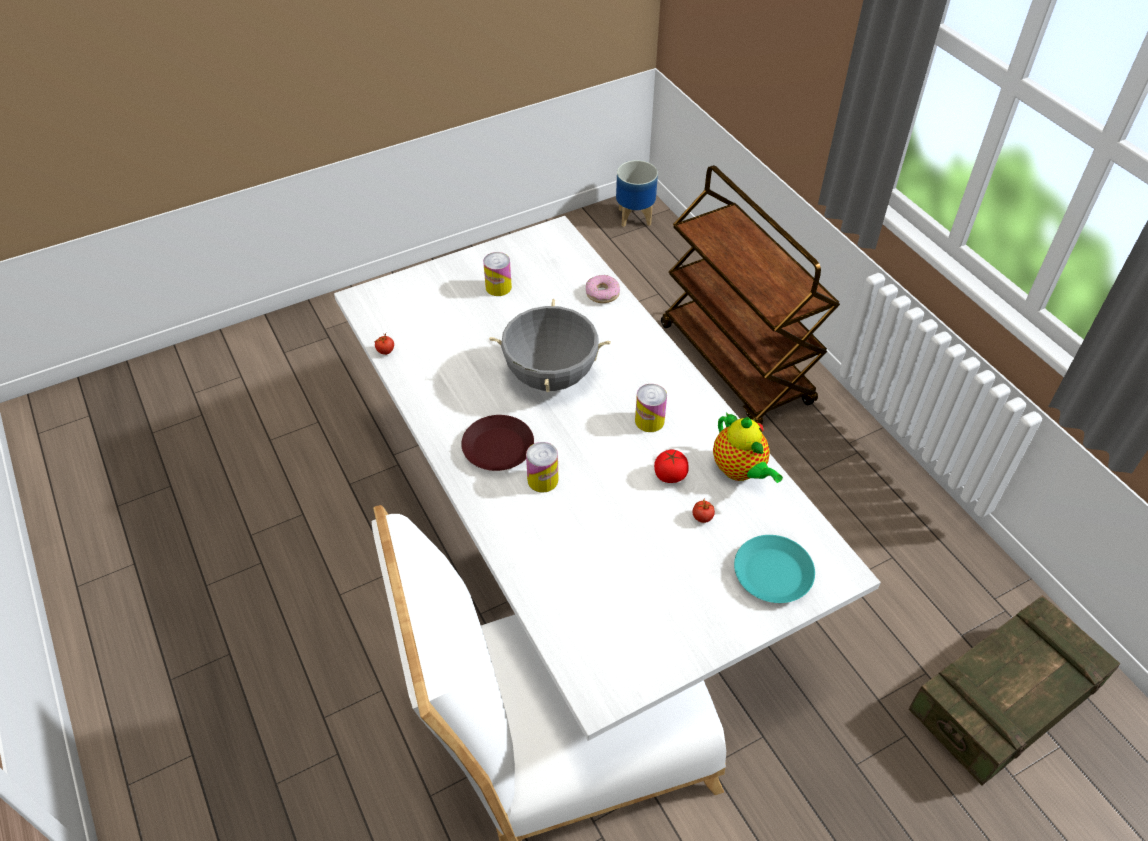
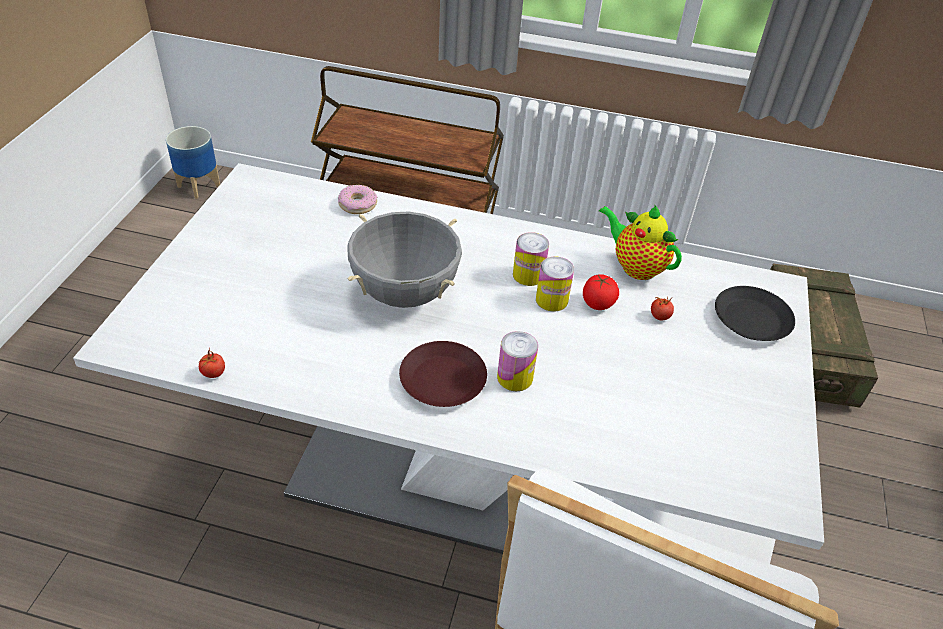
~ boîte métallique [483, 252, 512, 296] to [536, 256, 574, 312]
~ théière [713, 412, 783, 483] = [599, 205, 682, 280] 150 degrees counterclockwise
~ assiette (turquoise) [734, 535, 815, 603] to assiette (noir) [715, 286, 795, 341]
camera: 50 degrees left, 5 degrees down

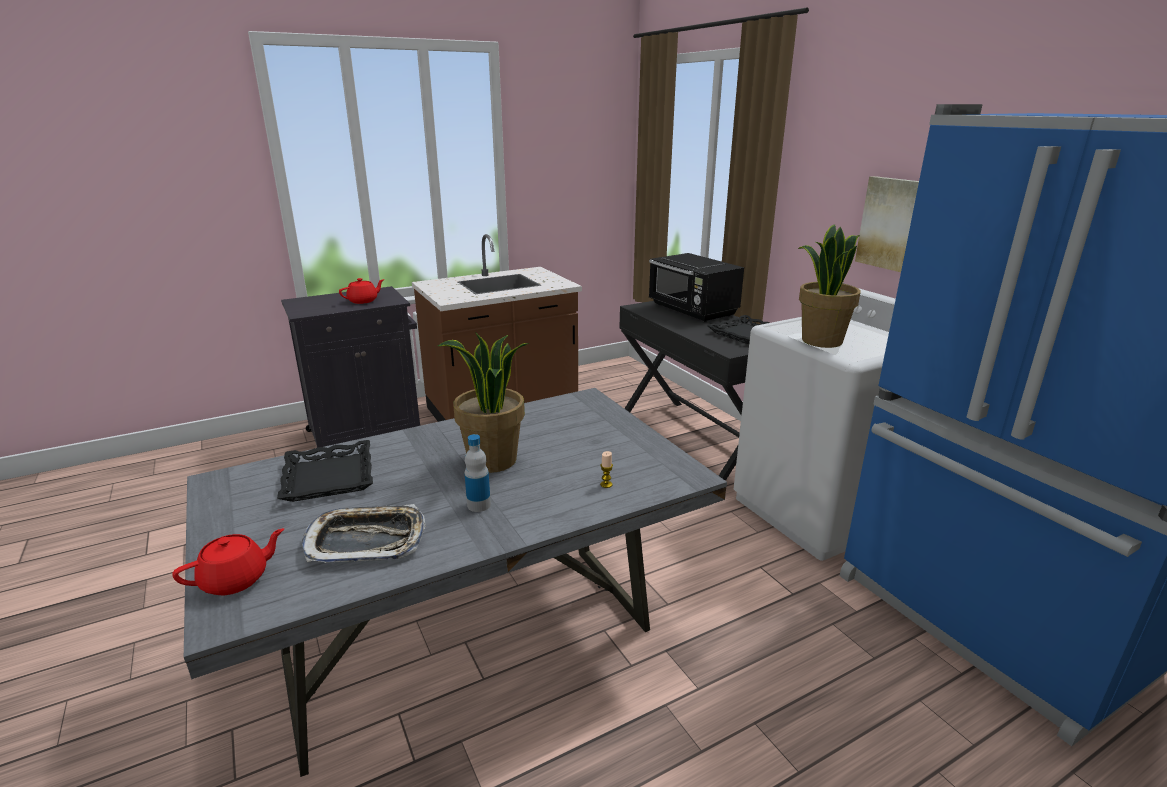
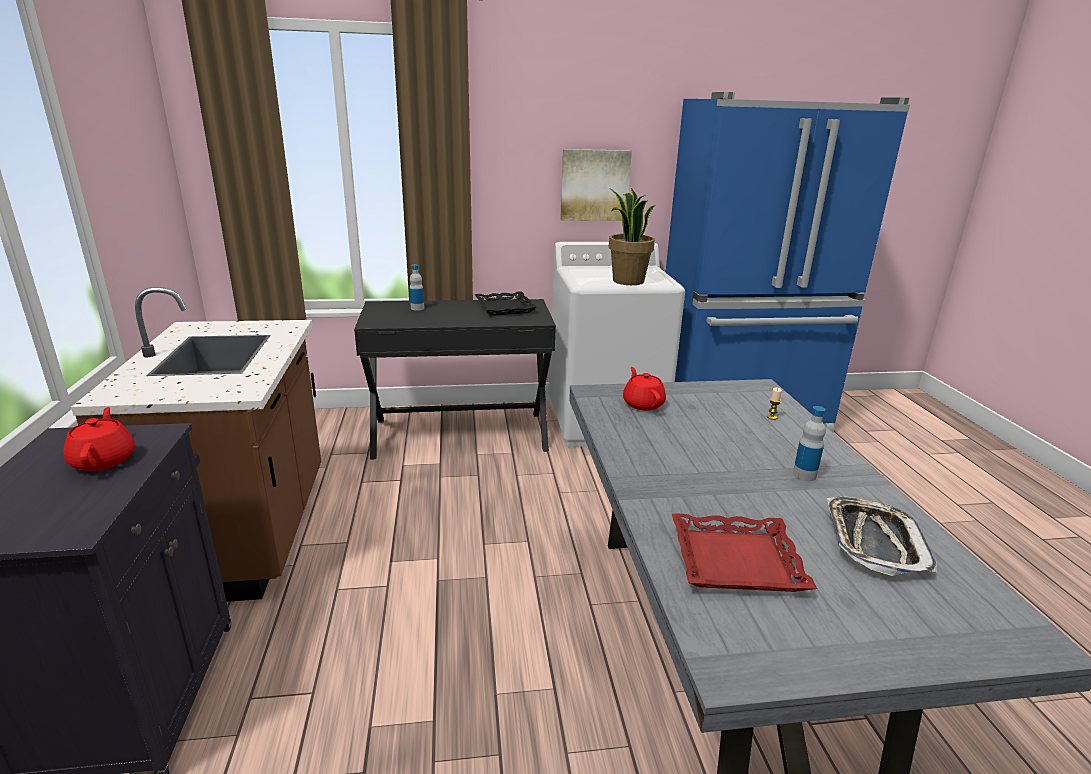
~ théière (rouge) [172, 528, 284, 595] to [623, 367, 666, 411]
~ plateau (noir) [277, 440, 373, 502] to plateau (rouge) [672, 513, 817, 592]
- plante en pot [438, 332, 530, 473]
~ micro-ondes (noir) [649, 253, 744, 322] to bouteille [410, 265, 424, 311]
camera: 70 degrees left, 0 degrees up

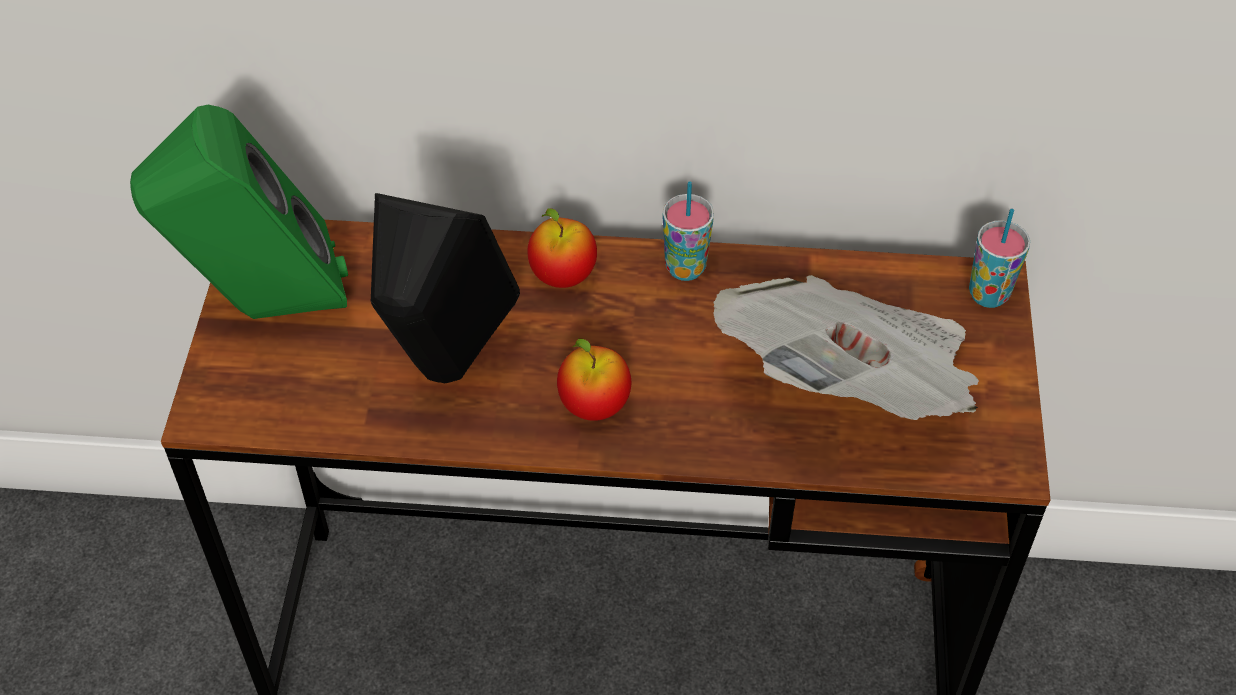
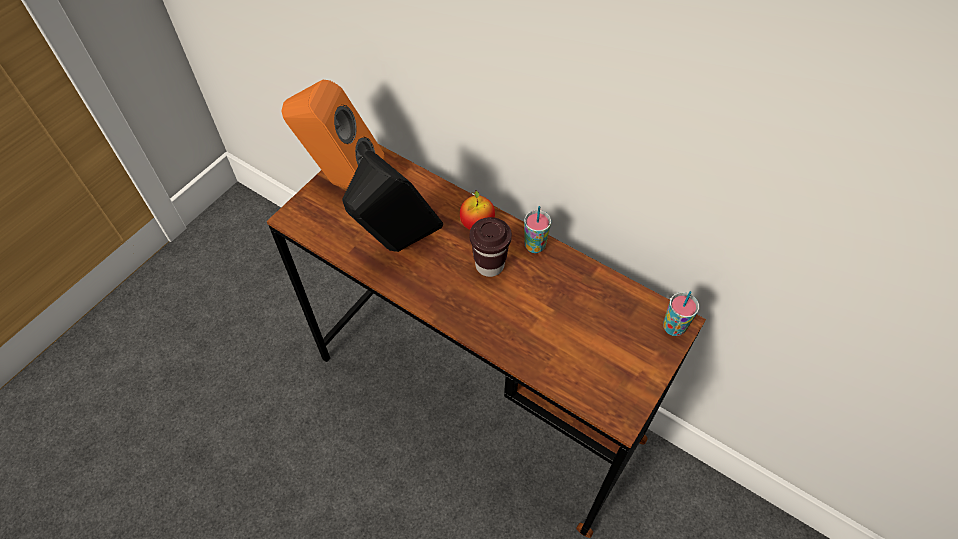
~ enceinte (vert) [130, 105, 348, 319] to enceinte (orange) [282, 80, 385, 189]
- pomme [557, 339, 631, 421]
- journal [713, 275, 979, 420]
+ tasse (marron) [470, 217, 512, 277]
camera: 30 degrees right, 5 degrees up

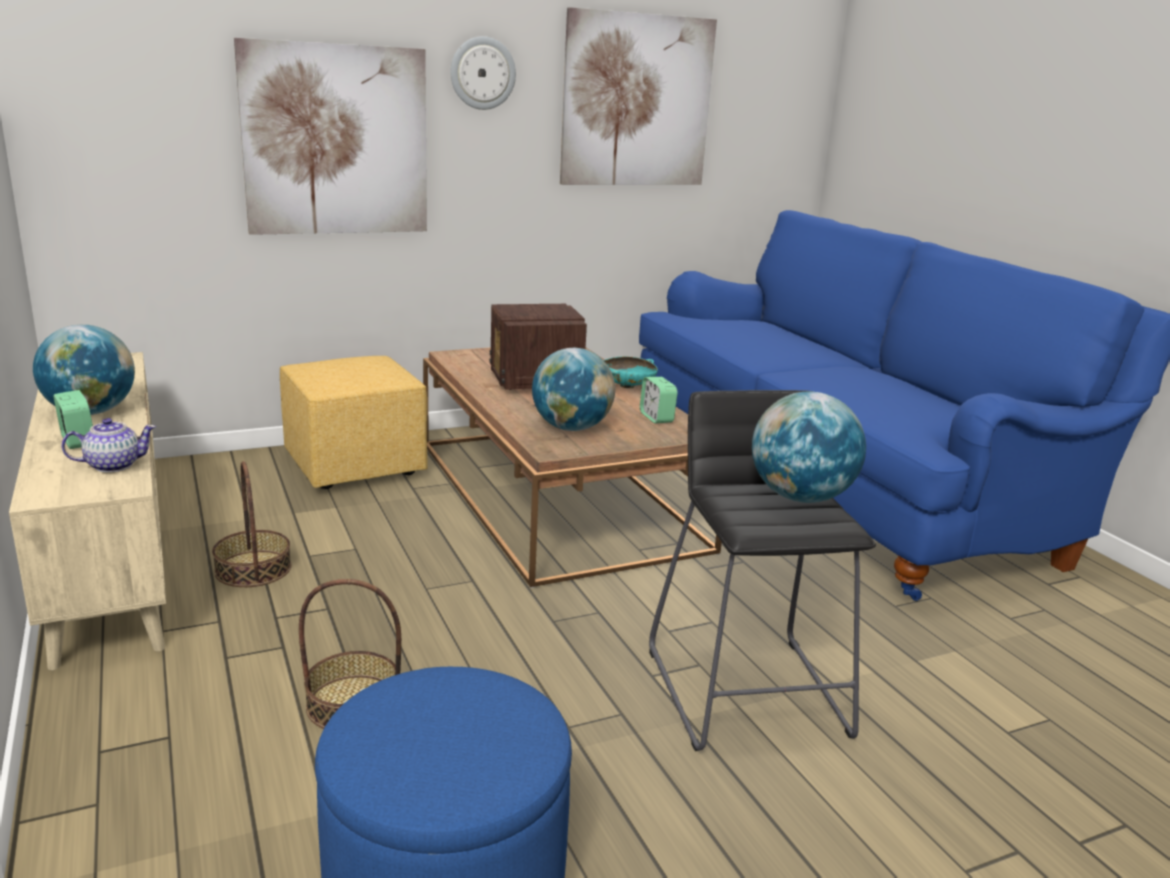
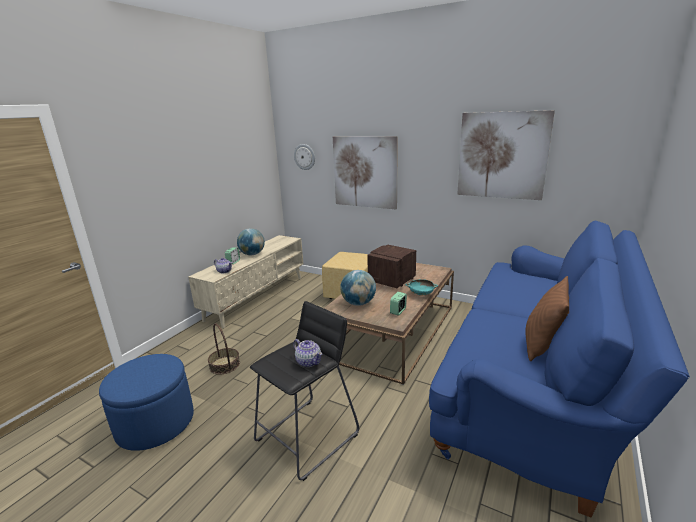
- panier [212, 461, 291, 587]
~ horloge murale [450, 36, 516, 110] to [294, 144, 315, 170]
~ globe [752, 391, 866, 503] to théière [293, 339, 322, 367]
+ coussin (marron) [526, 276, 569, 361]
camera: 55 degrees right, 0 degrees up

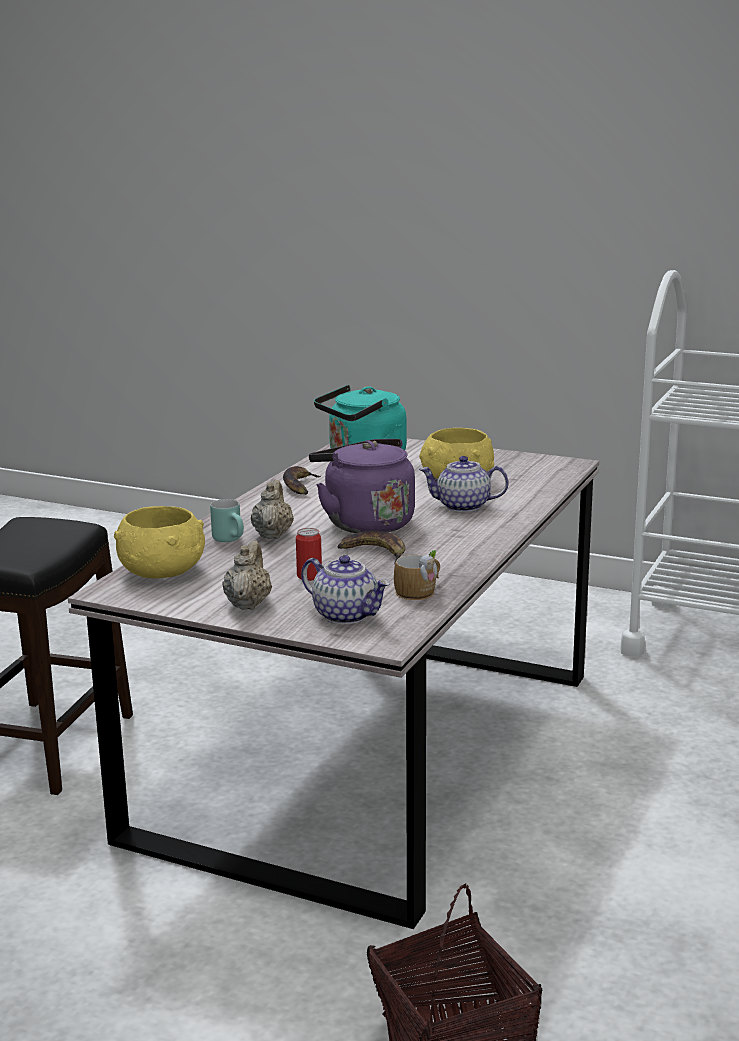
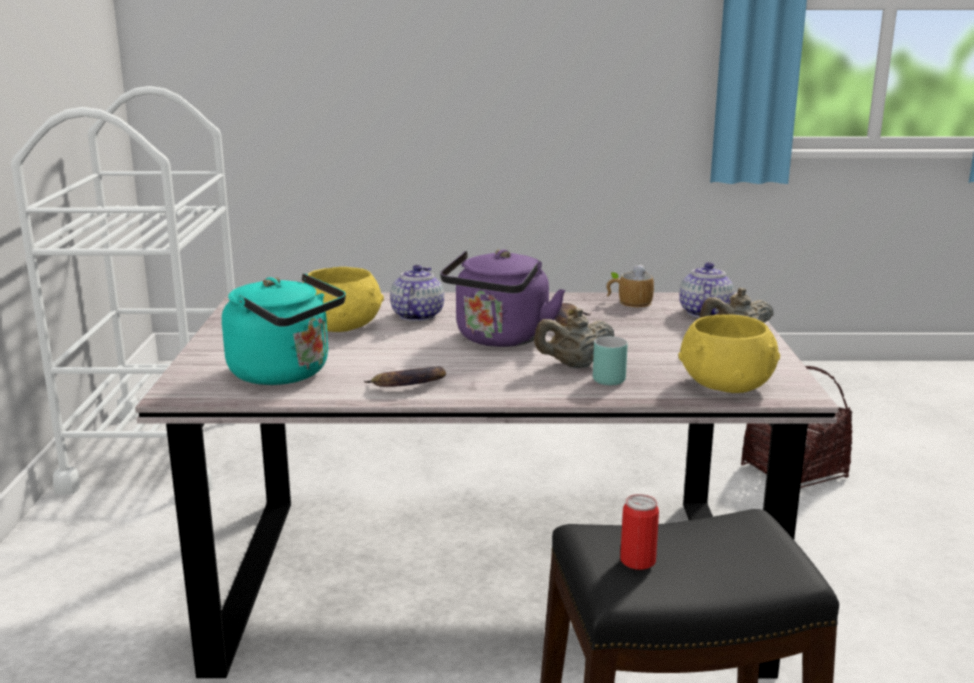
~ boîte métallique [296, 528, 322, 581] to [620, 494, 659, 570]
~ théière [419, 456, 509, 512] = [390, 265, 444, 322] 150 degrees counterclockwise
camera: 115 degrees left, 0 degrees up

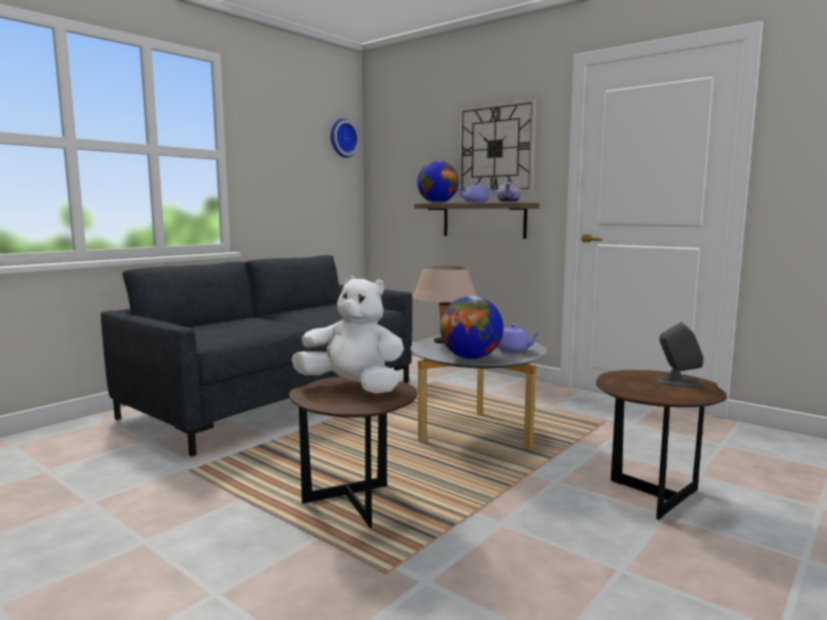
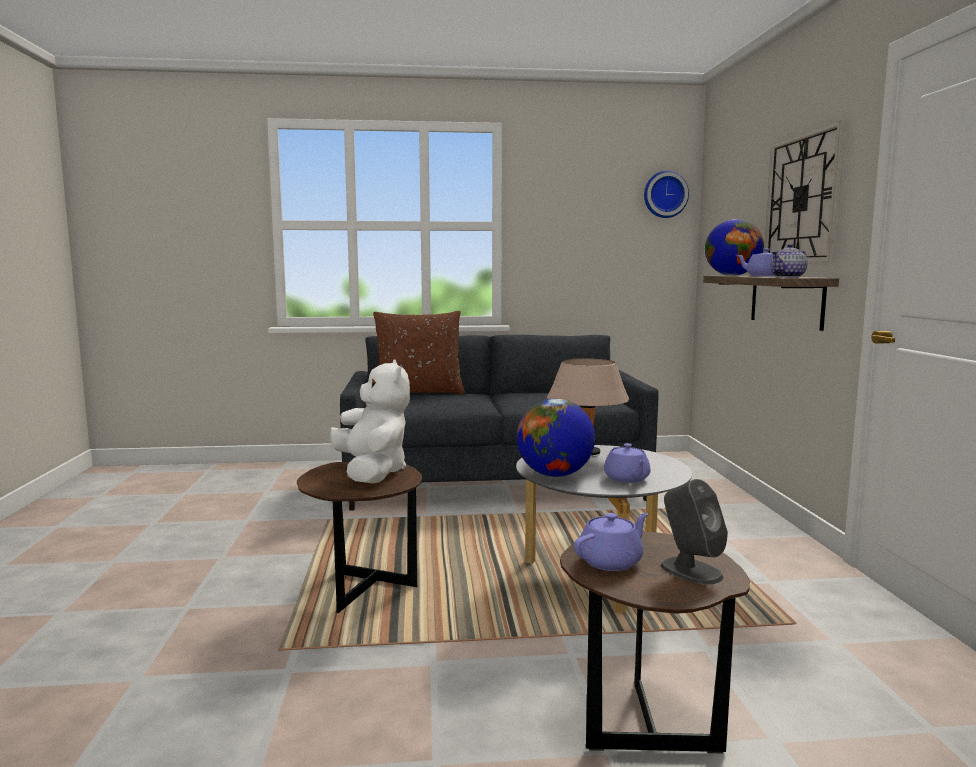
+ coussin (marron) [373, 310, 465, 395]
+ théière (violet) [574, 513, 649, 571]
camera: 45 degrees right, 0 degrees up

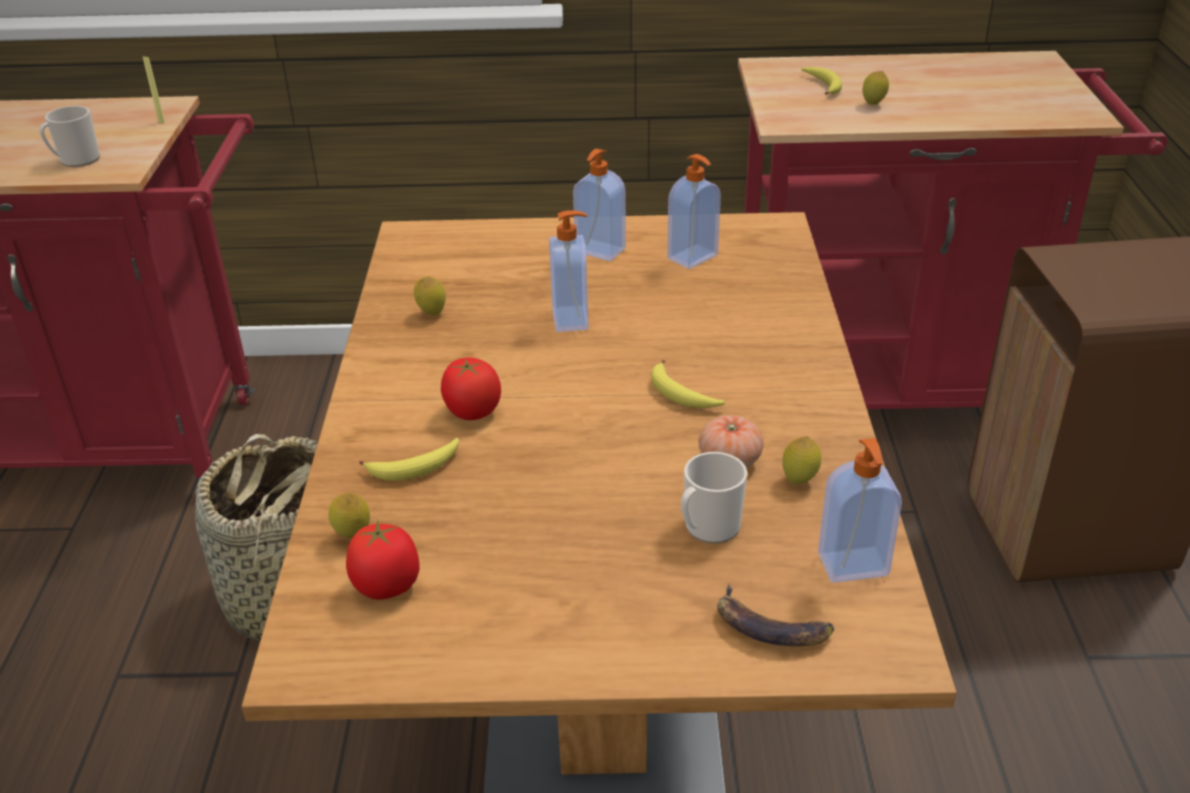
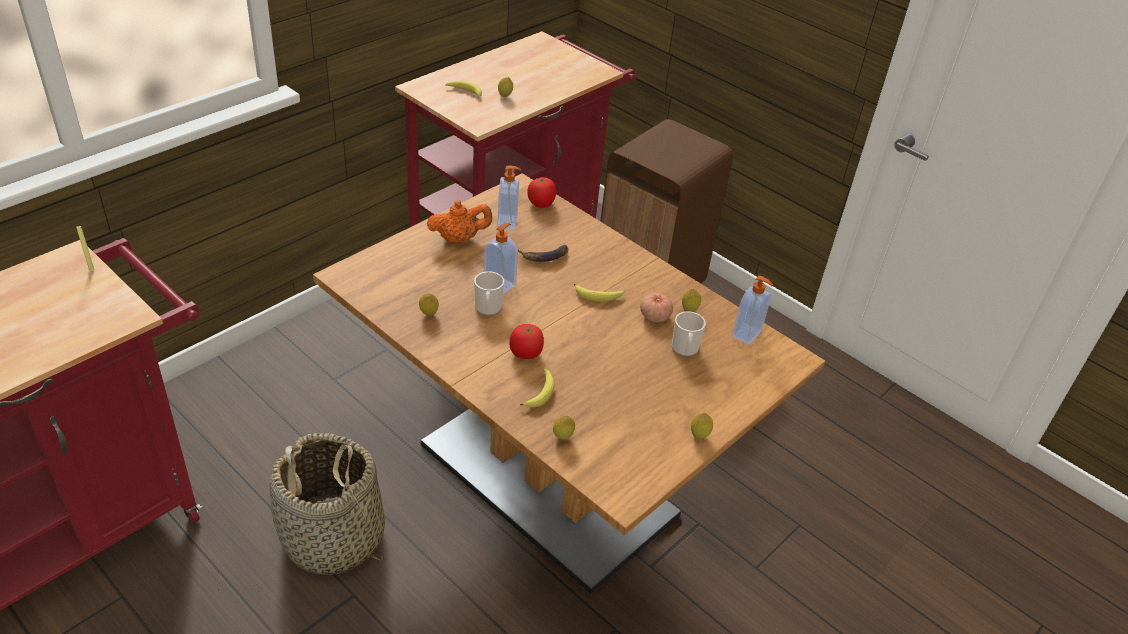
~ mug [39, 106, 100, 167] to [474, 271, 504, 316]
~ tomate [346, 520, 420, 599] to [527, 177, 556, 208]
~ distributeur de savon [573, 149, 626, 261] to théière (orange) [427, 200, 492, 243]
~ banane [717, 583, 834, 646] to [518, 245, 568, 262]
+ citron [691, 413, 713, 439]
camera: 50 degrees left, 5 degrees up

